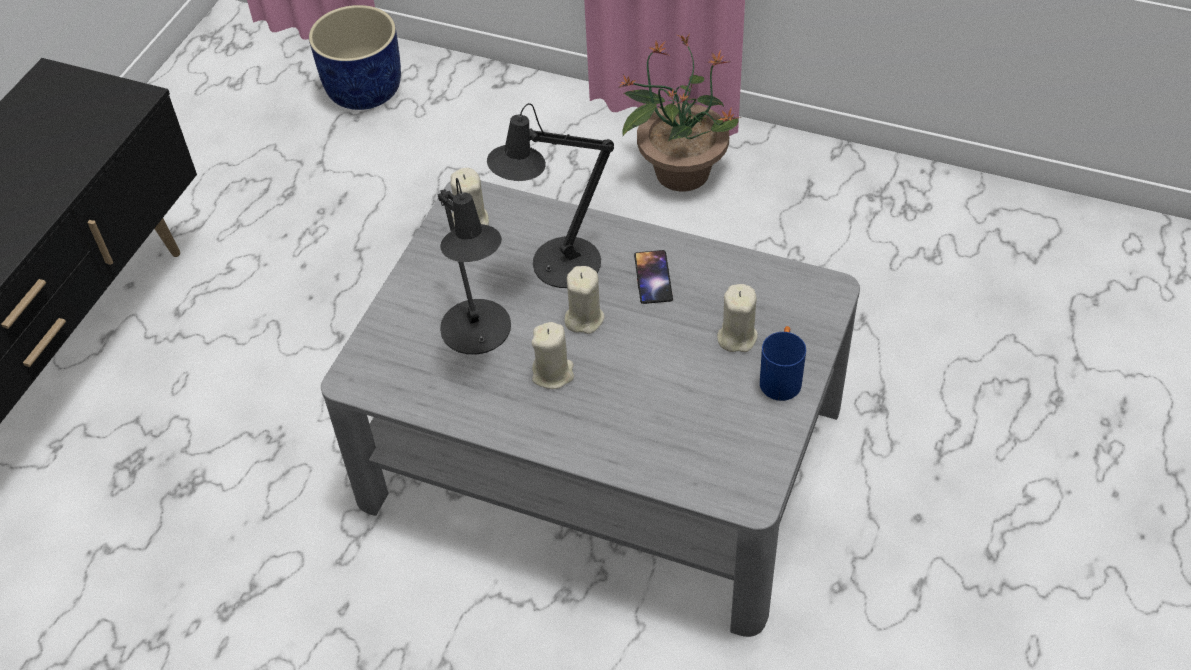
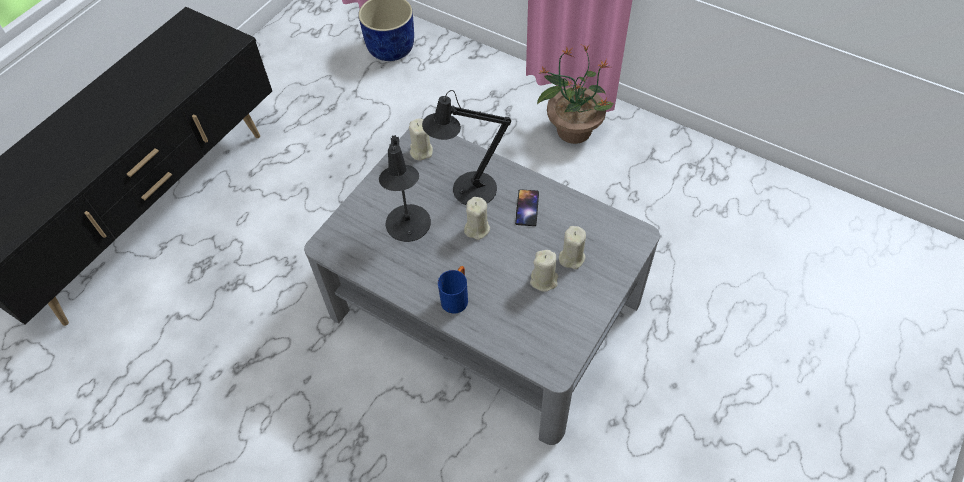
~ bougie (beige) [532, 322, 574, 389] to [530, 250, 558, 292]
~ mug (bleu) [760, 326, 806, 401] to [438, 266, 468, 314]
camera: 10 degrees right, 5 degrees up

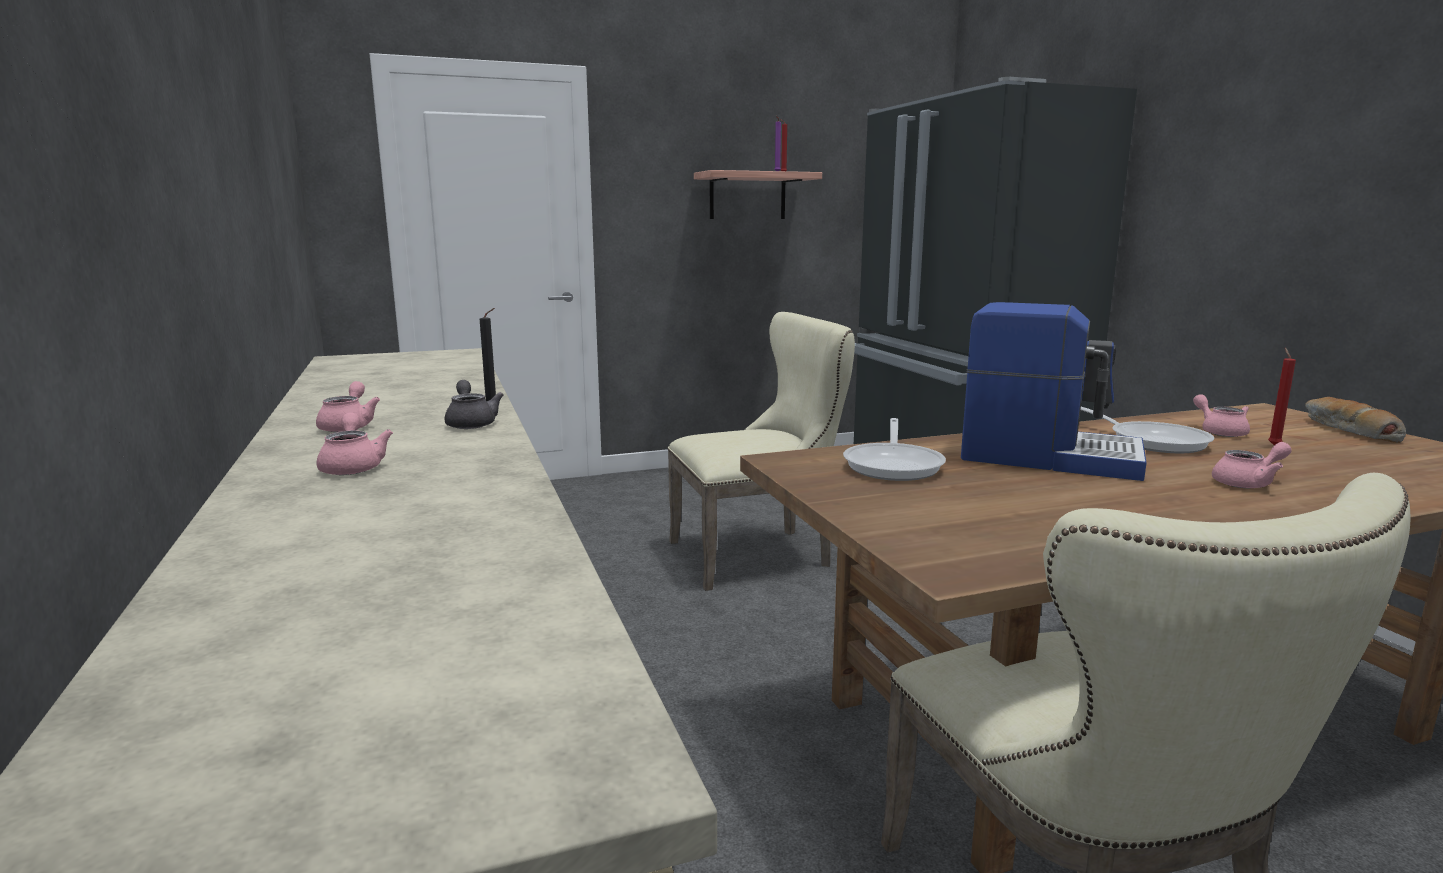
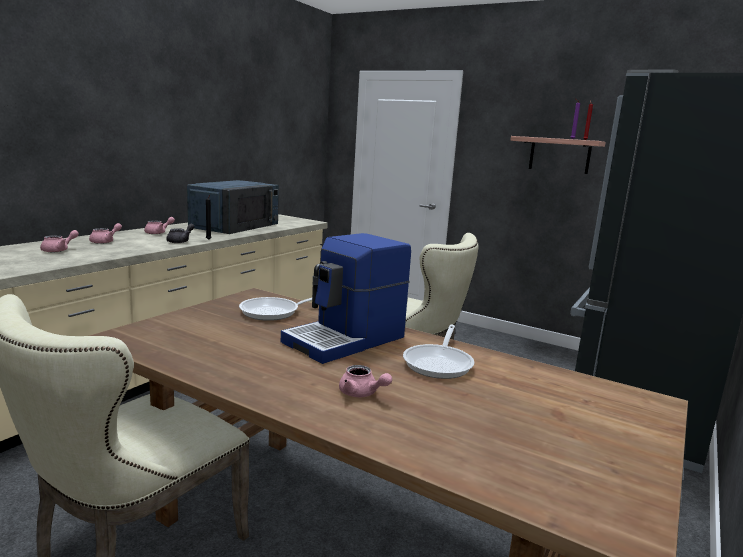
~ machine à café [961, 302, 1147, 481] = [281, 233, 411, 364] 60 degrees clockwise
~ théière (rose) [1193, 394, 1250, 437] to [40, 230, 79, 252]
- bougie (rouge) [1268, 348, 1296, 445]
- pain [1305, 397, 1406, 443]
+ micro-ondes (bleu) [187, 180, 279, 234]
camera: 50 degrees right, 0 degrees up

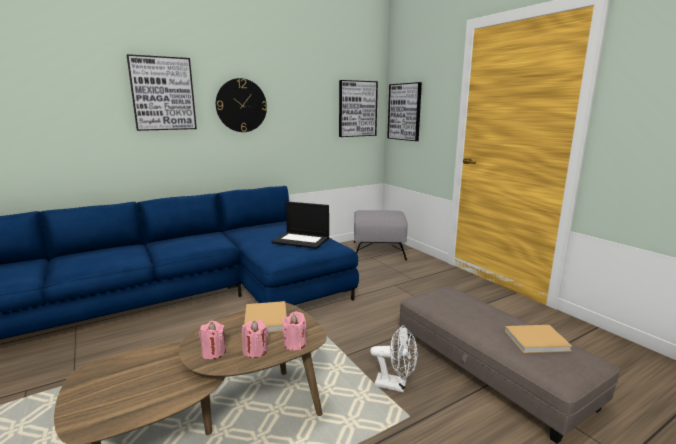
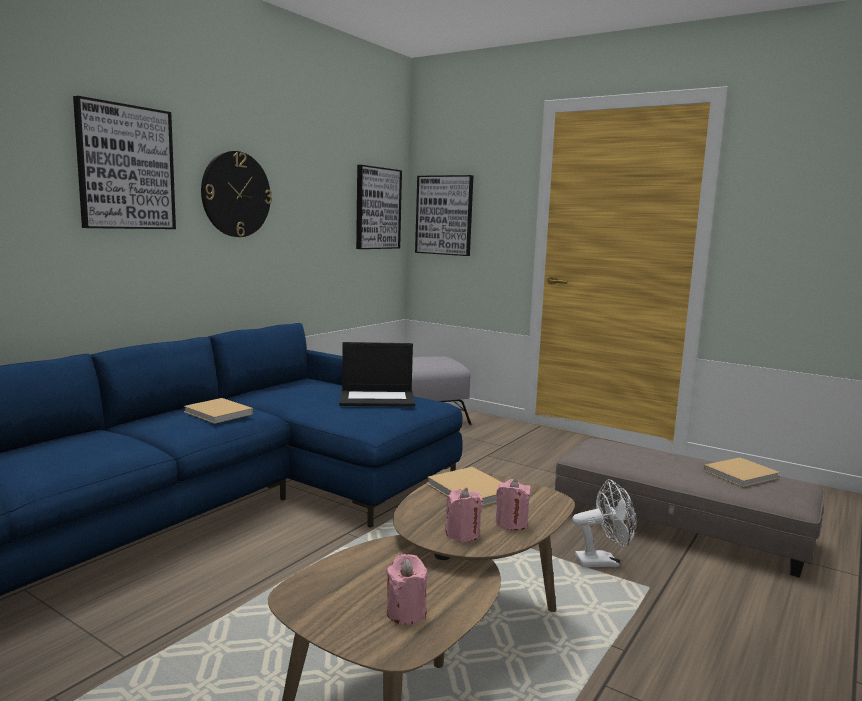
~ bougie (rose) [282, 311, 306, 350] to [386, 554, 427, 624]
+ livre (beige) [184, 398, 253, 424]
camera: 25 degrees left, 5 degrees down

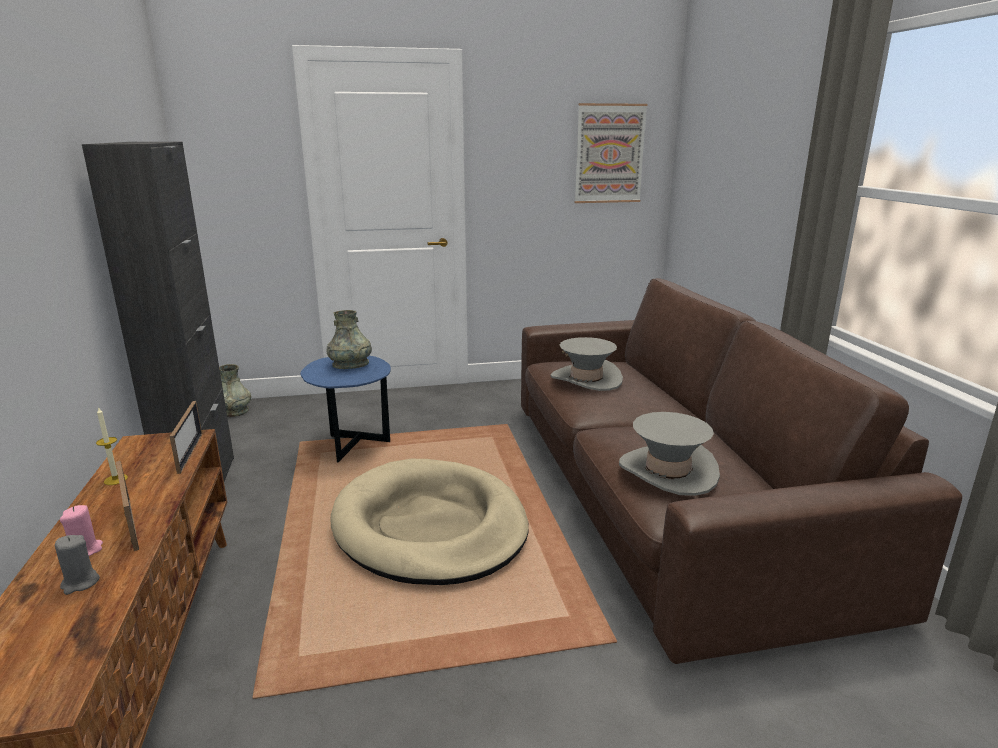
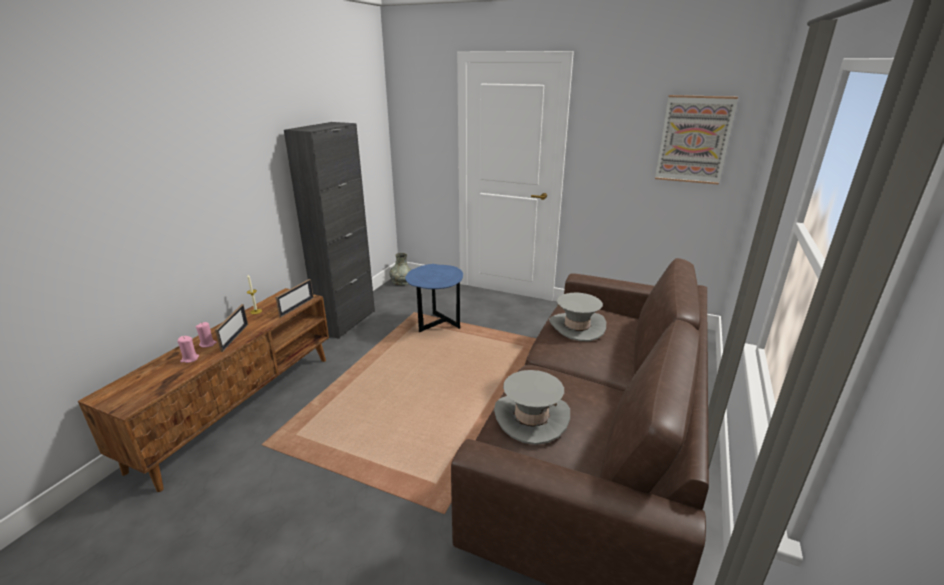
~ bougie (gris) [55, 535, 100, 595] to bougie (rose) [177, 336, 199, 363]
- vase (gris) [327, 310, 372, 369]
- panier pour chien (beige) [331, 459, 529, 585]
camera: 35 degrees right, 5 degrees up

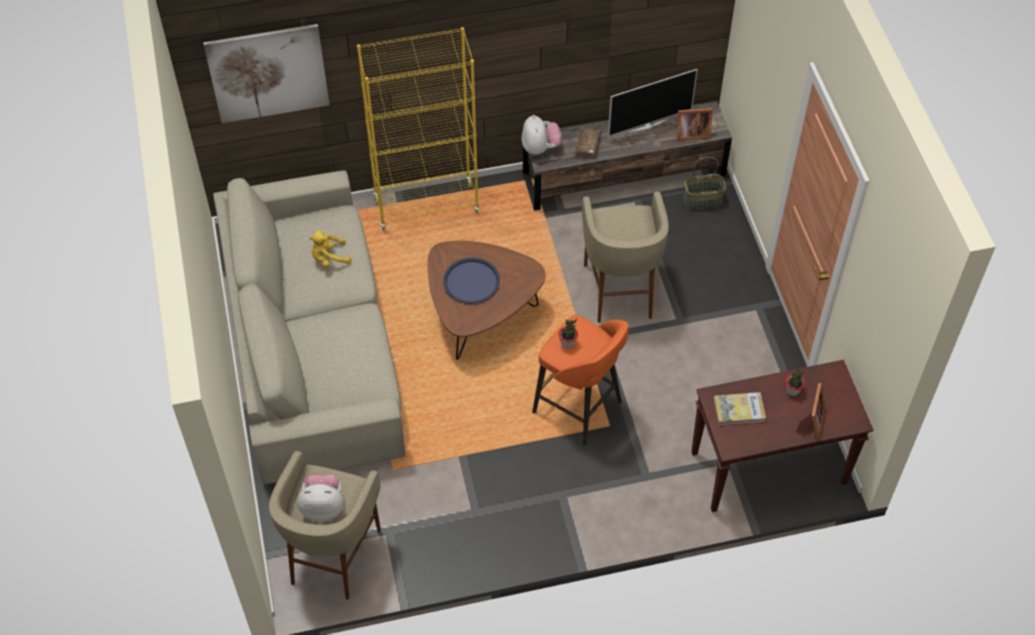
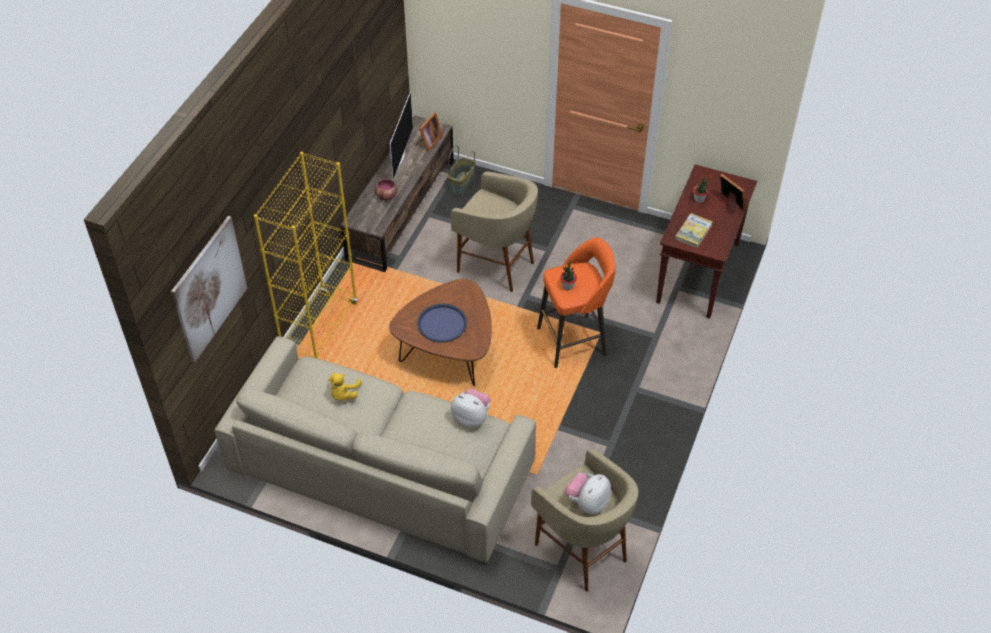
~ peluche [522, 115, 562, 155] to [451, 388, 491, 428]
~ livre (marron) [574, 127, 602, 158] to bol [375, 179, 397, 202]
camera: 55 degrees left, 5 degrees down

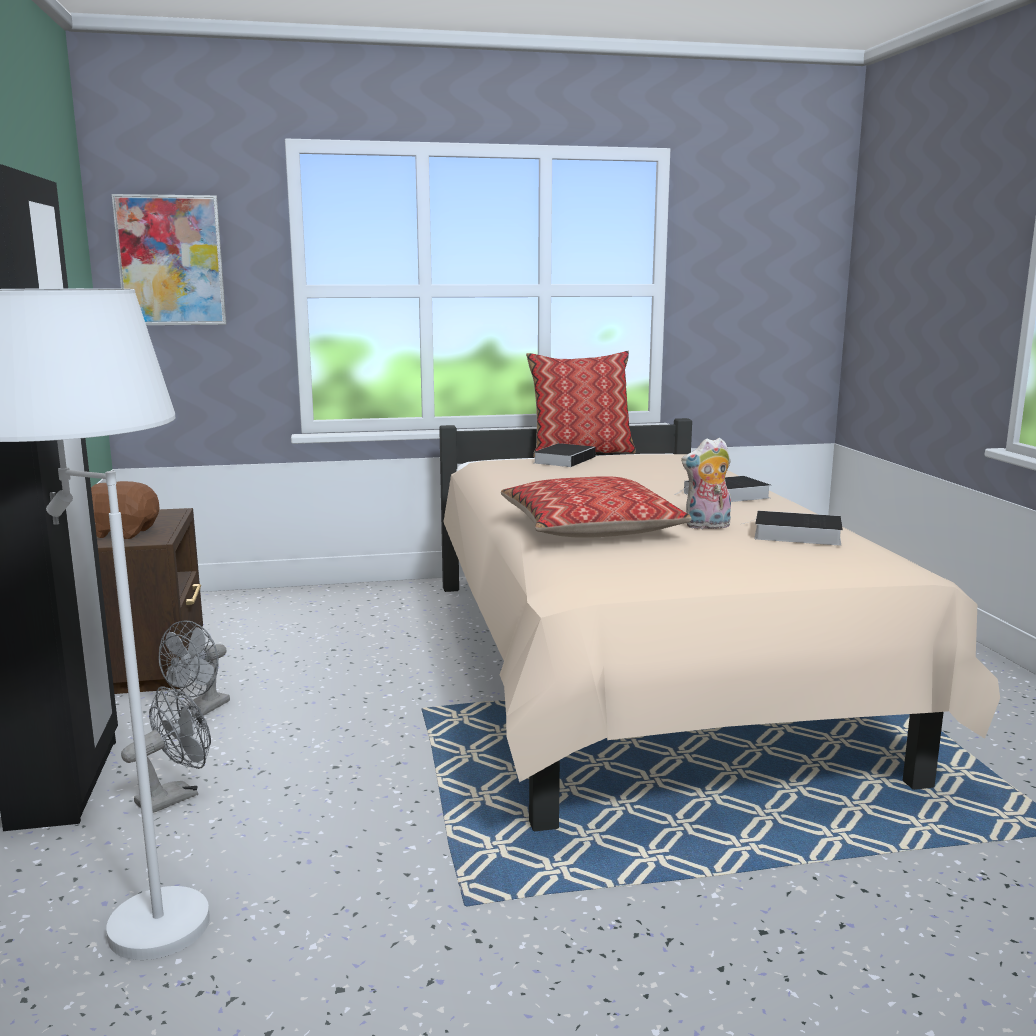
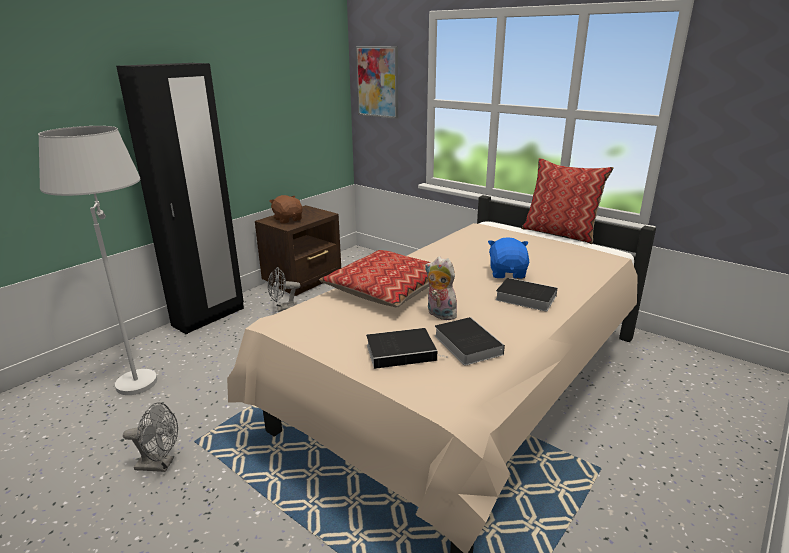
~ ventilateur (gris) [121, 686, 211, 813] to [123, 402, 178, 472]
~ livre [533, 443, 597, 467] to [366, 328, 443, 369]
+ peluche (bleu) [488, 237, 529, 279]
camera: 50 degrees right, 10 degrees up

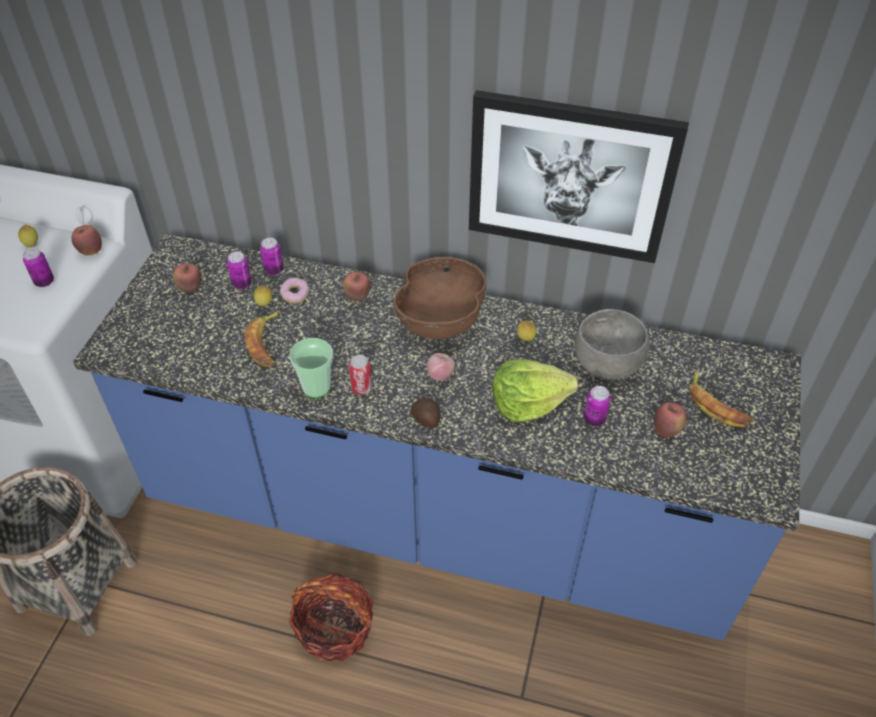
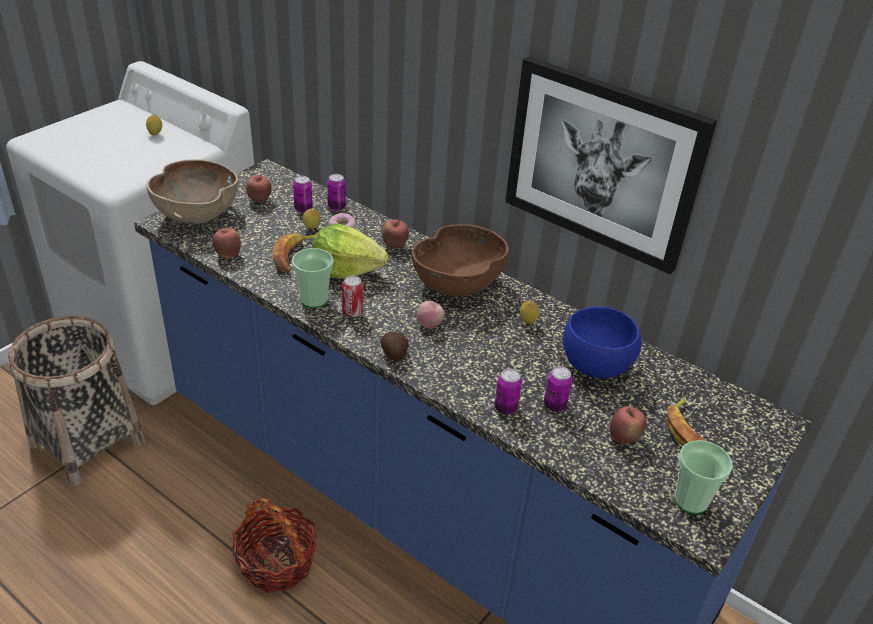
~ boîte métallique [23, 248, 54, 287] to [495, 369, 522, 414]
~ pomme [71, 225, 102, 256] to [212, 228, 241, 258]
~ laitue [492, 359, 578, 422] to [312, 223, 389, 279]
~ bol (gris) [575, 309, 650, 380] to bol (bleu) [563, 307, 641, 378]
+ bol (marron) [147, 159, 238, 223]
+ tasse [674, 440, 733, 514]
camera: 20 degrees right, 10 degrees down

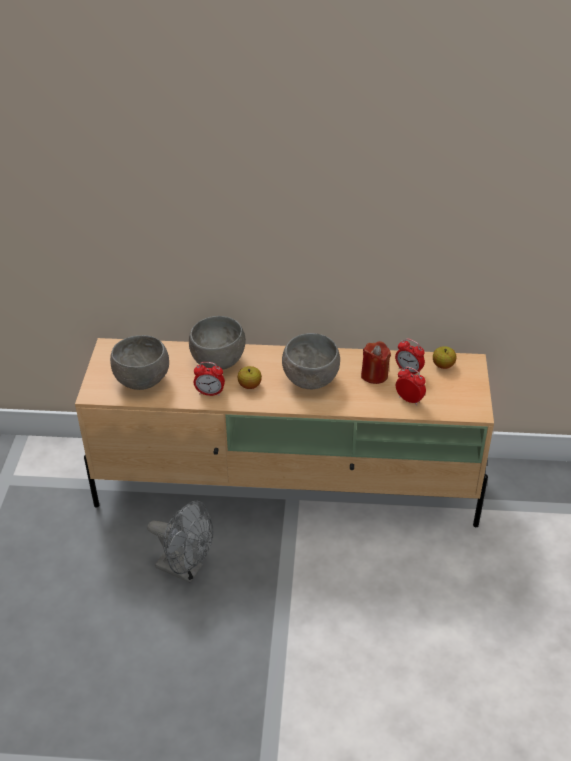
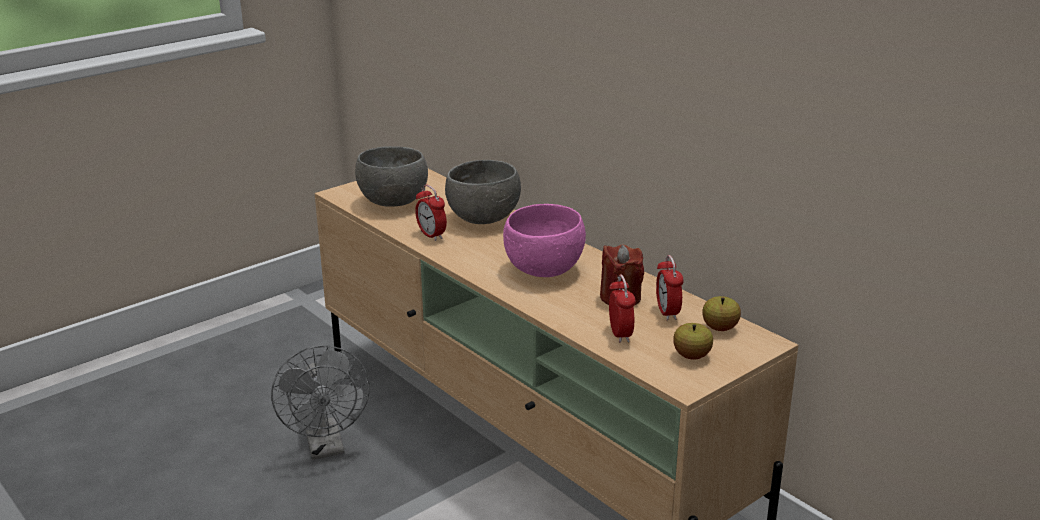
~ pomme [238, 366, 262, 389] to [673, 323, 713, 360]
~ bol (gris) [282, 333, 340, 389] to bol (rose) [503, 204, 586, 277]
camera: 45 degrees right, 15 degrees down

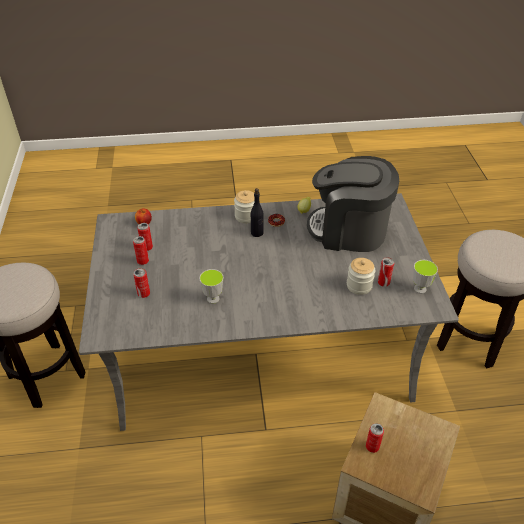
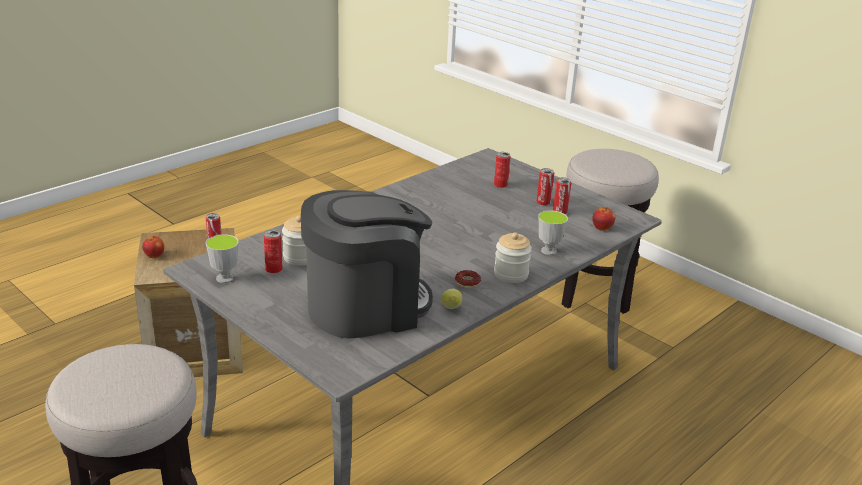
~ tasse [199, 269, 223, 304] to [538, 210, 568, 255]
- bouteille (noir) [251, 188, 263, 237]
+ pomme [142, 236, 165, 258]
camera: 140 degrees right, 15 degrees down

